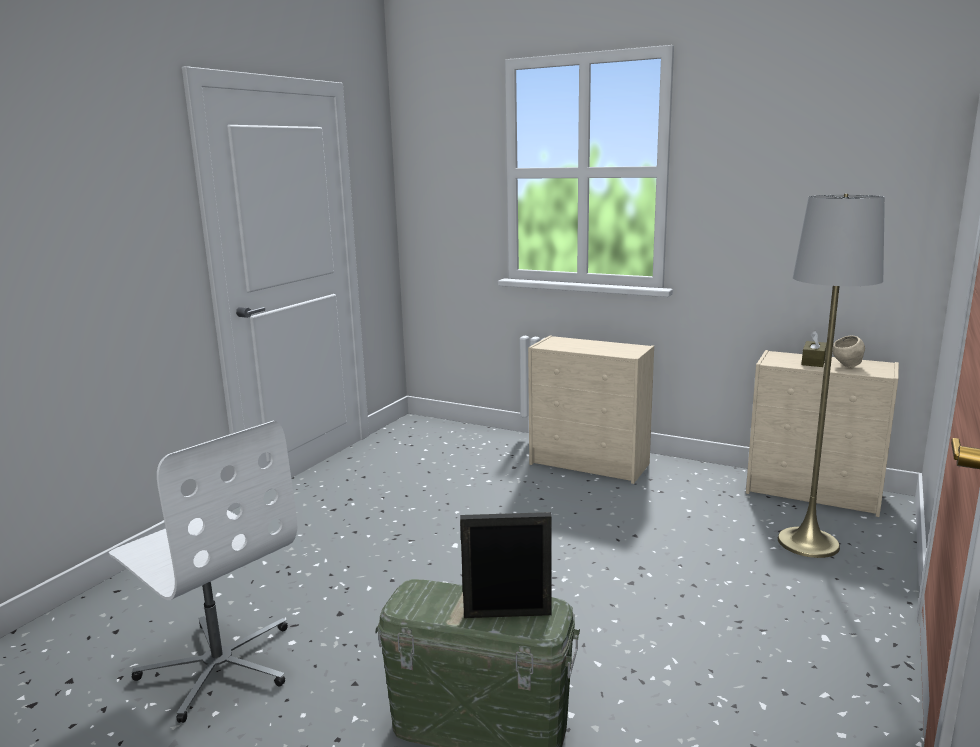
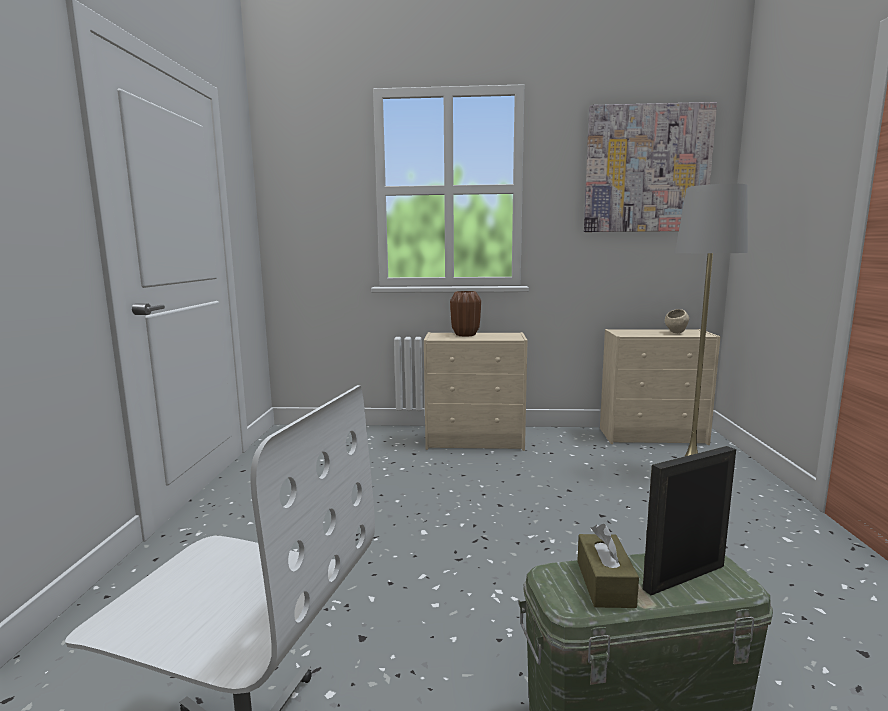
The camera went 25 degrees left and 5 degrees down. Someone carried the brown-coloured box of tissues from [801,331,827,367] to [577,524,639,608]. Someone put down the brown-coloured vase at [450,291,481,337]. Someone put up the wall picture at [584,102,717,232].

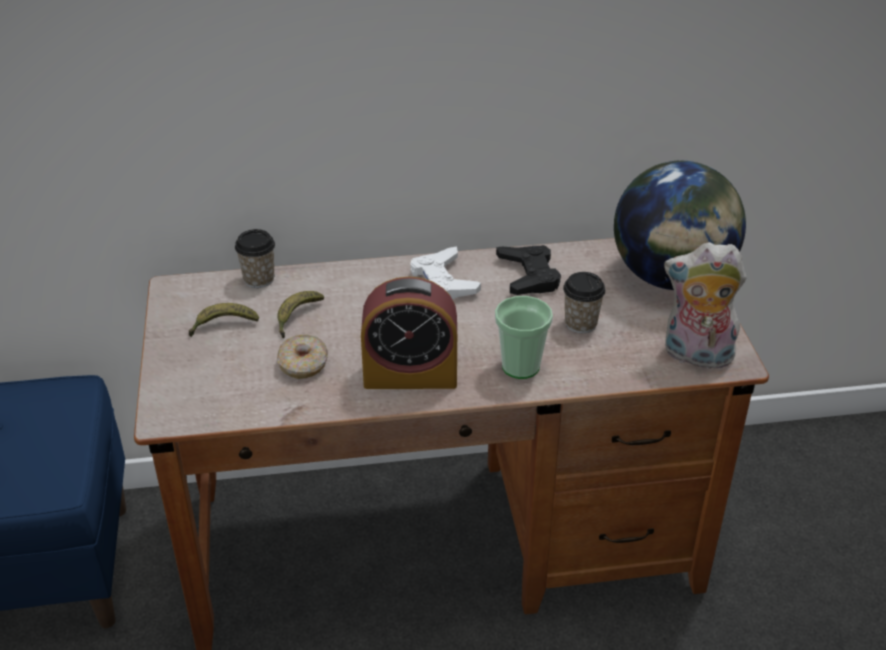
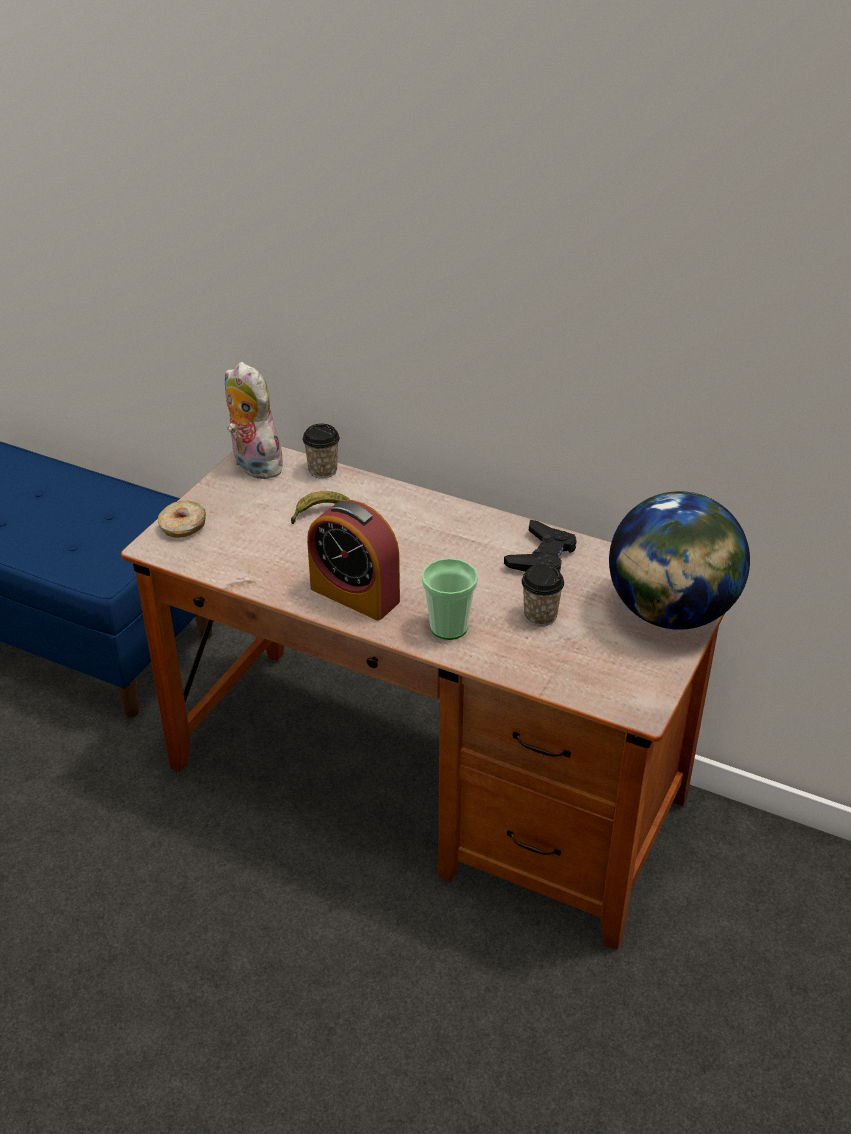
The camera went 35 degrees right and 0 degrees up. Someone took away the whole banana at [189,303,259,337]. Someone carried the ring doughnut from [277,335,328,379] to [158,500,206,538]. Someone took away the white game controller at [410,246,481,299]. Someone carried the plush toy from [664,242,746,373] to [225,362,288,479].

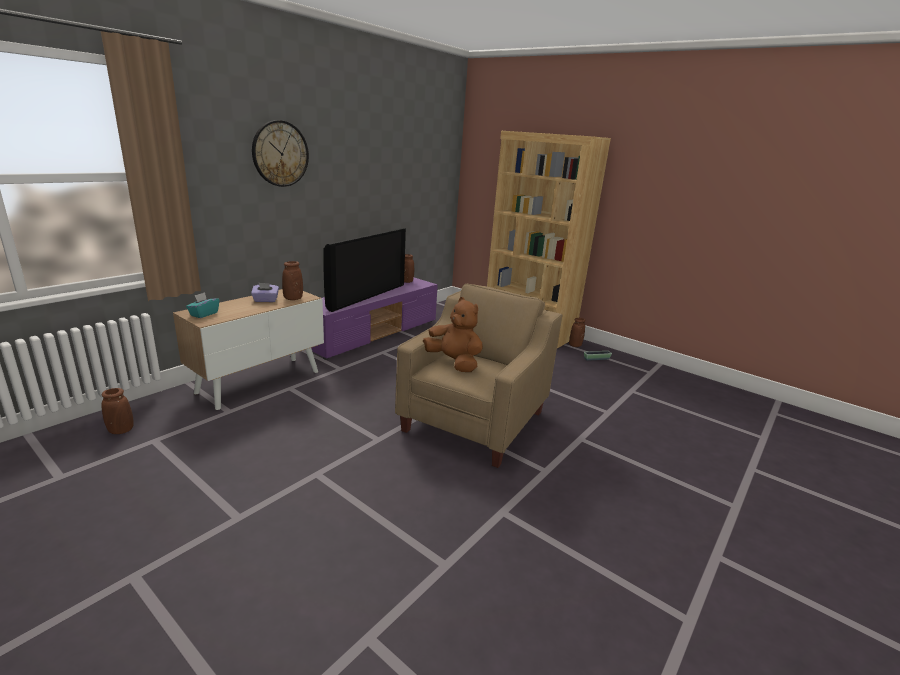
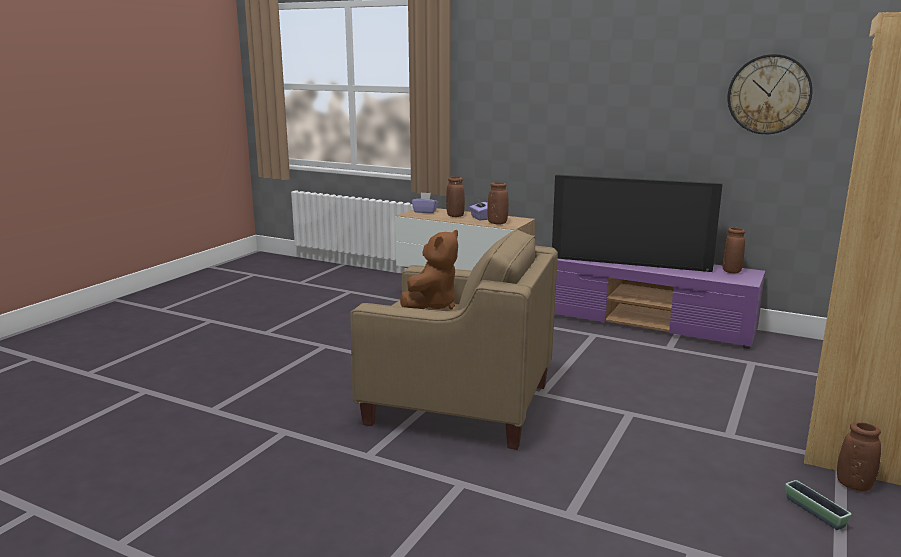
The camera went 80 degrees right and 5 degrees down. Someone carried the brown-coloured vase from [102,388,133,434] to [446,176,465,217]. Someone repainted the turquoise box of tissues at [186,292,219,318], which became the purple box of tissues at [412,193,438,213]. Someone carried the hanging clock from [252,120,309,187] to [728,54,813,134].

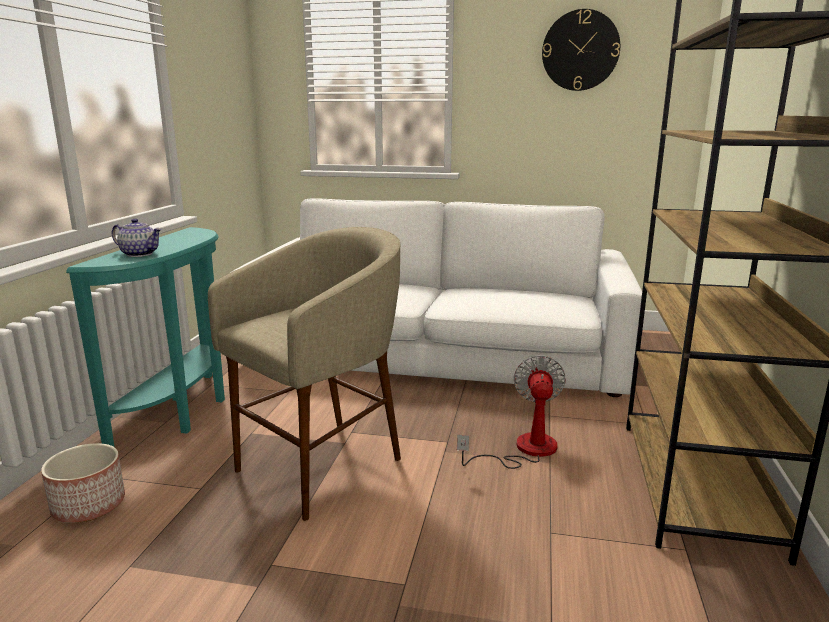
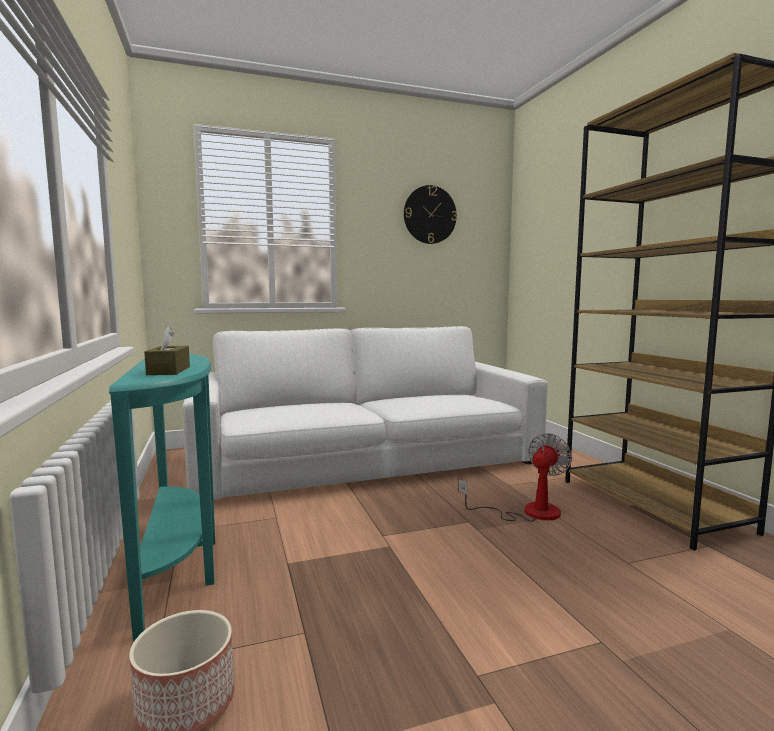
The camera went 30 degrees left and 10 degrees down. Someone swapped the teapot at [112,218,162,257] for the brown-coloured box of tissues at [144,326,190,375]. Someone took away the beige-coloured sitting stool at [208,227,401,521]. Someone rotated the electric fan at [457,355,566,469] by 60 degrees clockwise.

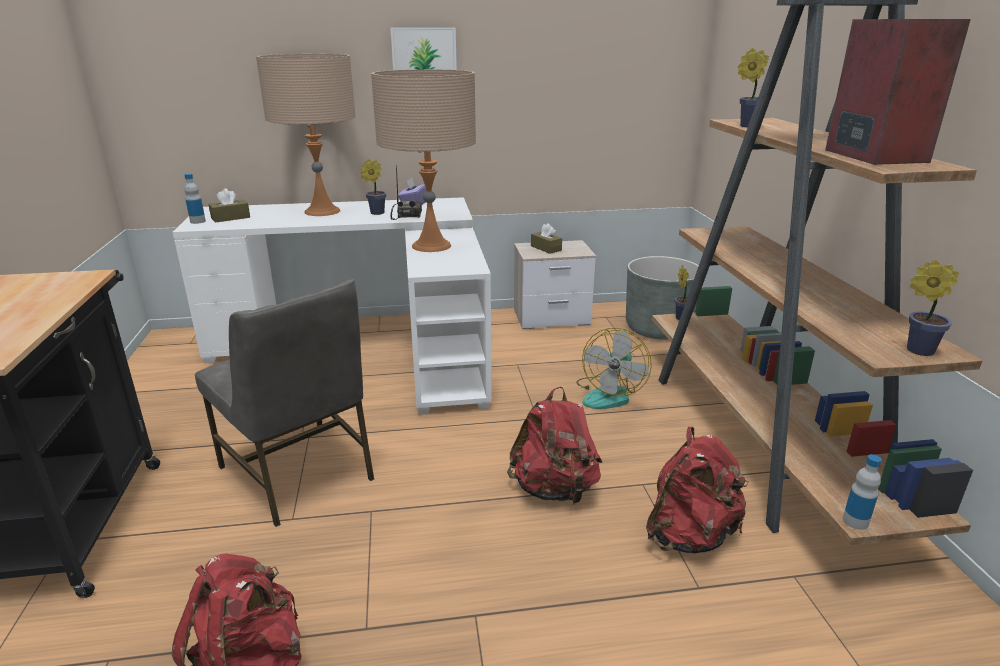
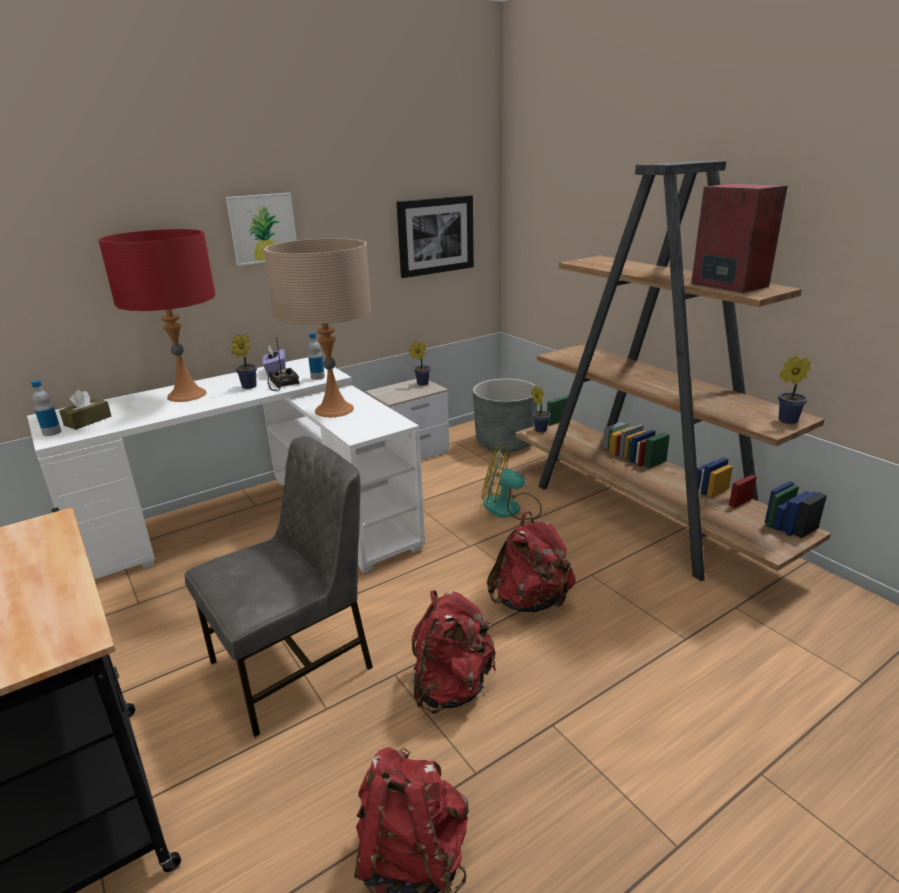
The camera went 25 degrees left and 0 degrees up. Someone rotated the greyish plain chair at [195,279,374,527] by 60 degrees counterclockwise. Someone repainted the beige-coloured lamp for a table at [256,54,355,216], which became the reddish lamp for a table at [98,229,215,402]. Someone took away the brown-coloured box of tissues at [531,223,562,254]. Someone rotated the electric fan at [577,328,652,409] by 105 degrees clockwise. Someone carried the reddish backpack from [646,427,749,553] to [412,590,496,714]. Someone carried the houseplant from [738,48,769,128] to [409,341,431,386]. Someone carried the beverage bottle from [843,454,882,530] to [308,332,325,380]. Someone put up the wall picture at [397,195,474,278].

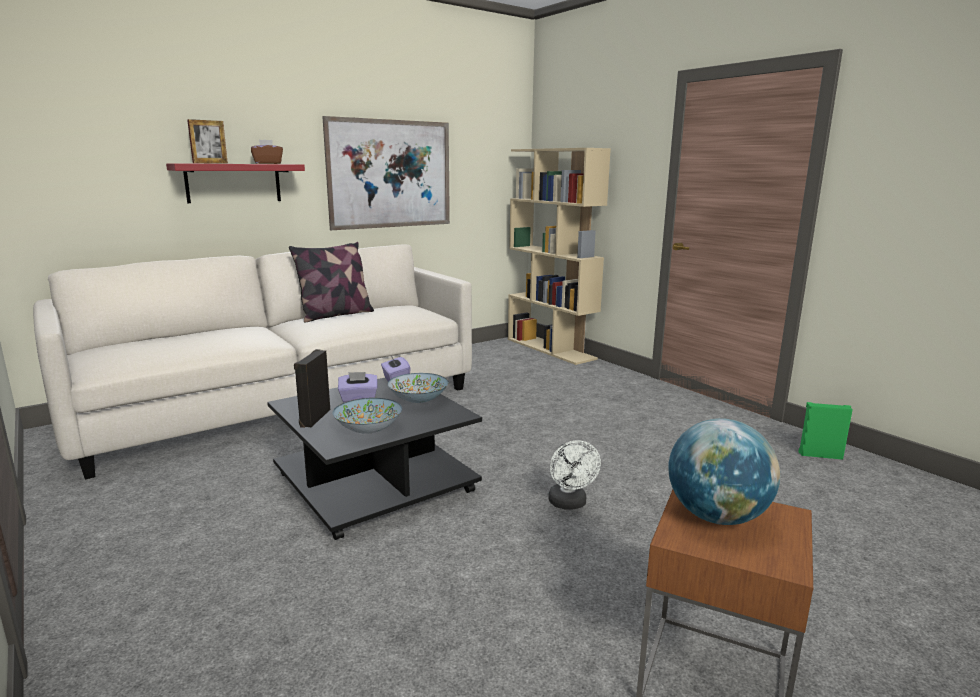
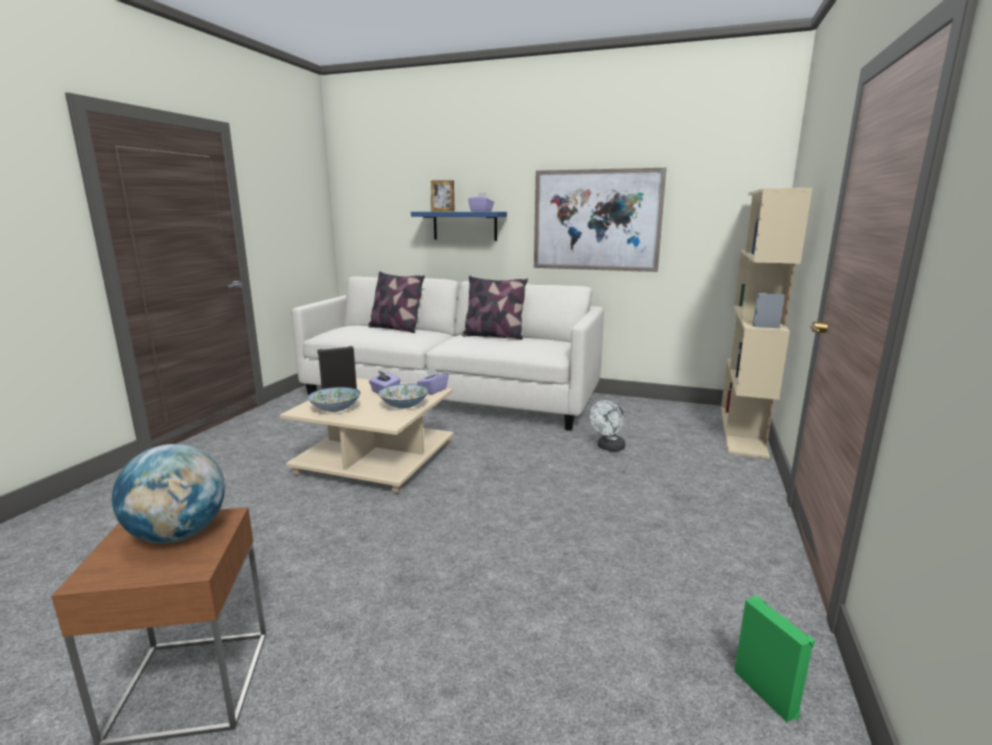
The camera went 55 degrees right and 0 degrees up. Someone repainted the reddish shelf at [166,163,305,203], which became the bluish shelf at [411,212,507,241]. Someone repainted the brown-coloured box of tissues at [251,140,283,164], which became the purple box of tissues at [468,193,494,212]. Someone repainted the blackish coffee table at [267,378,482,540], which became the beige-coloured coffee table at [280,378,454,493]. Someone carried the white electric fan from [548,440,601,510] to [590,400,625,451]. Someone put down the throw pillow at [368,271,425,333].

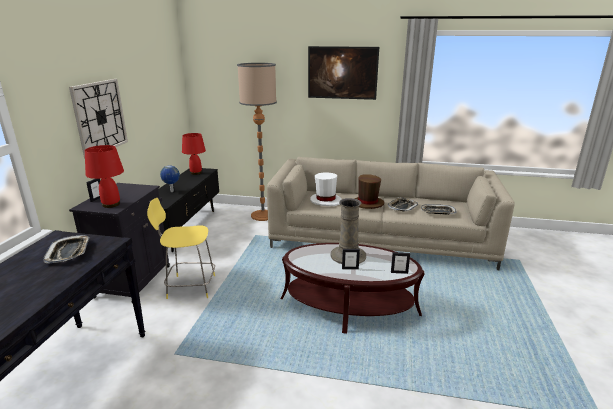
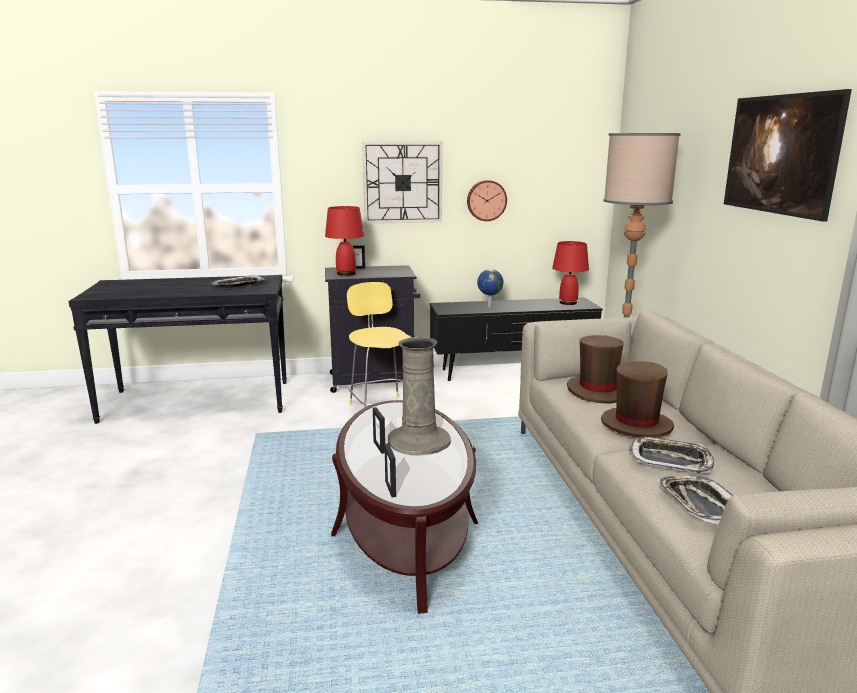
The camera went 70 degrees right and 5 degrees down. Someone repainted the white clothing hat at [310,173,342,206], which became the brown-coloured clothing hat at [567,335,624,404]. Someone put up the hanging clock at [467,180,507,221].

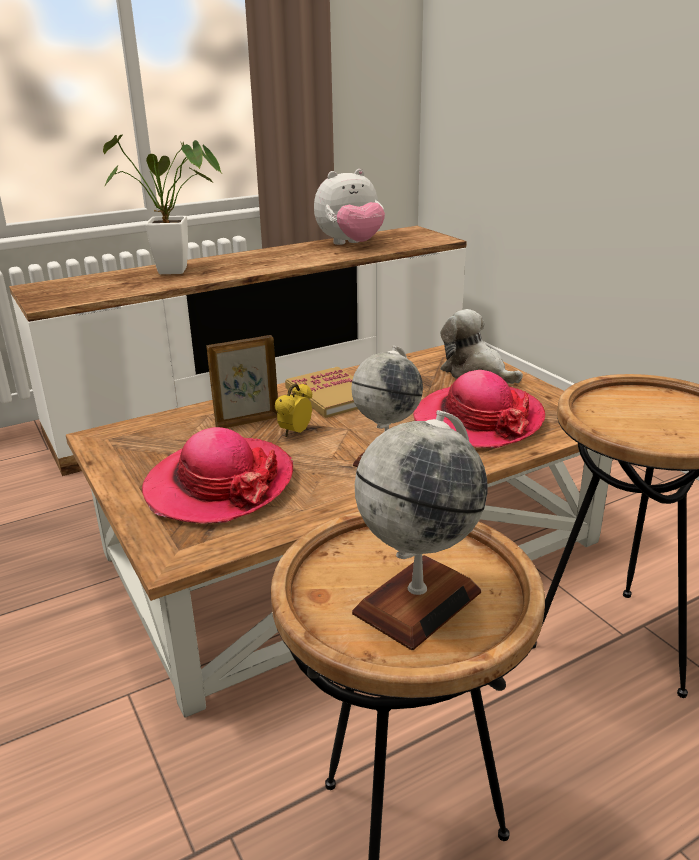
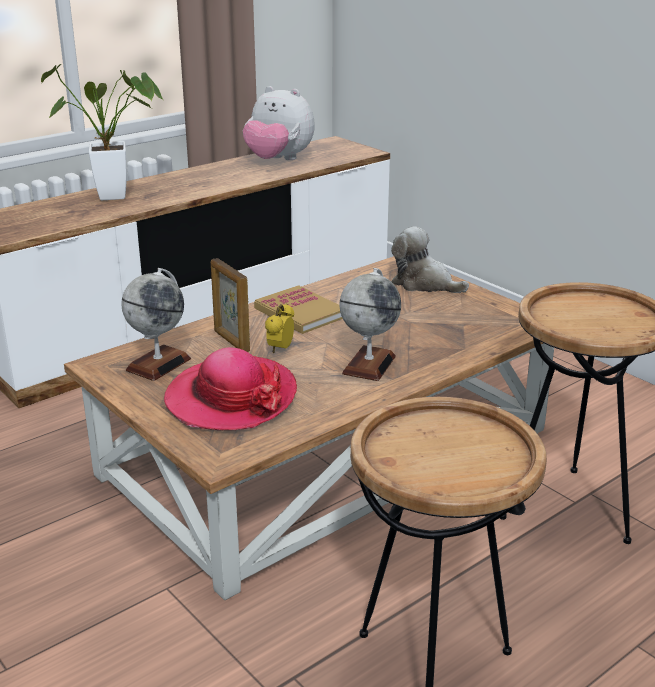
The camera went 10 degrees left and 0 degrees up. Someone rotated the photo frame at [206,335,278,428] by 90 degrees counterclockwise. Someone rotated the plush toy at [314,169,385,245] by 60 degrees clockwise. Someone carried the desk globe from [352,410,488,650] to [121,268,191,381]. Someone took away the clothing hat at [413,370,545,448].

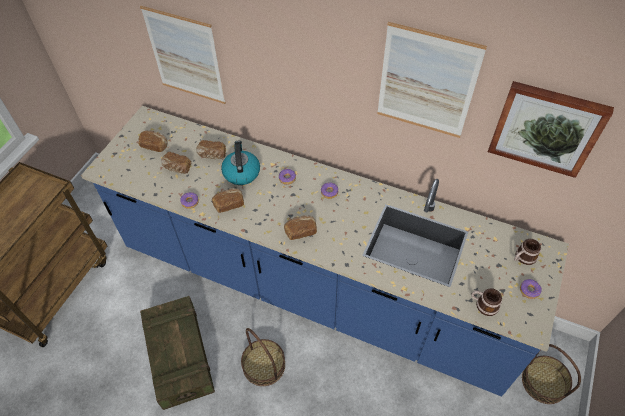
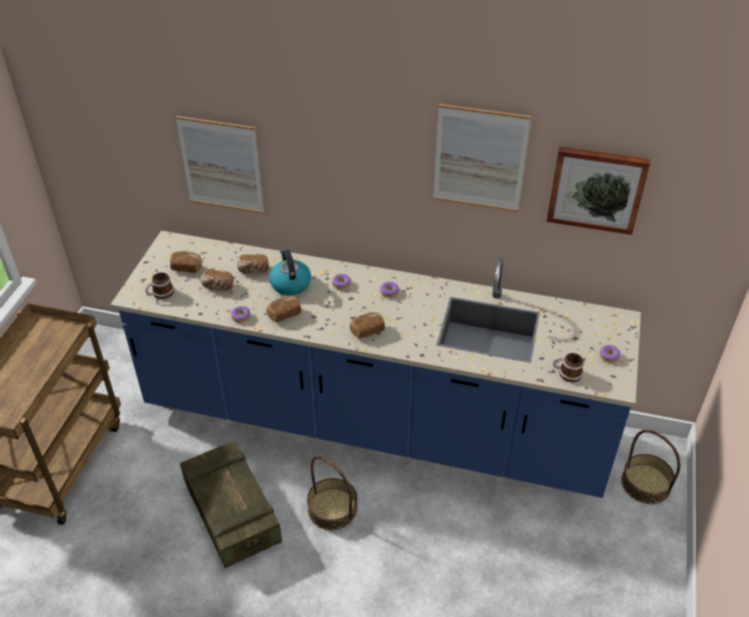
The camera went 10 degrees left and 10 degrees down. Someone carried the mug from [514,239,541,265] to [145,272,174,299].

